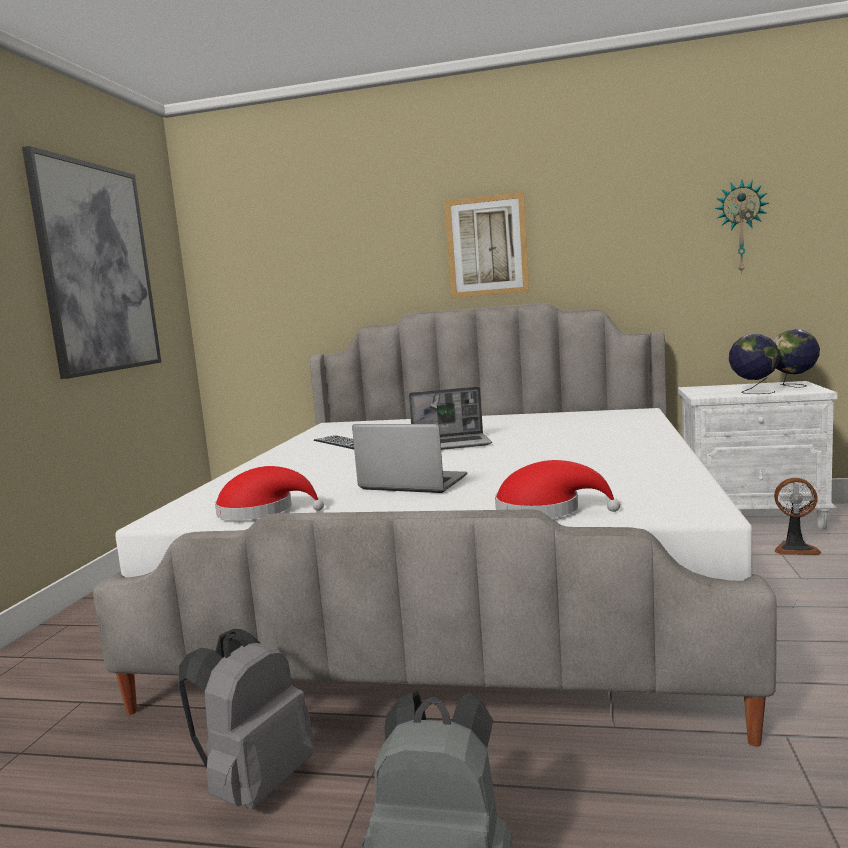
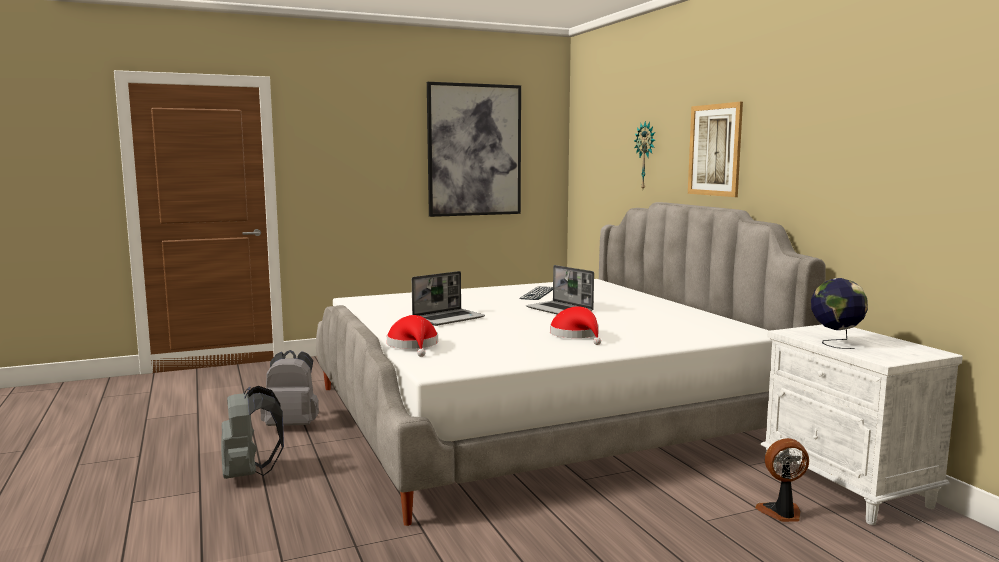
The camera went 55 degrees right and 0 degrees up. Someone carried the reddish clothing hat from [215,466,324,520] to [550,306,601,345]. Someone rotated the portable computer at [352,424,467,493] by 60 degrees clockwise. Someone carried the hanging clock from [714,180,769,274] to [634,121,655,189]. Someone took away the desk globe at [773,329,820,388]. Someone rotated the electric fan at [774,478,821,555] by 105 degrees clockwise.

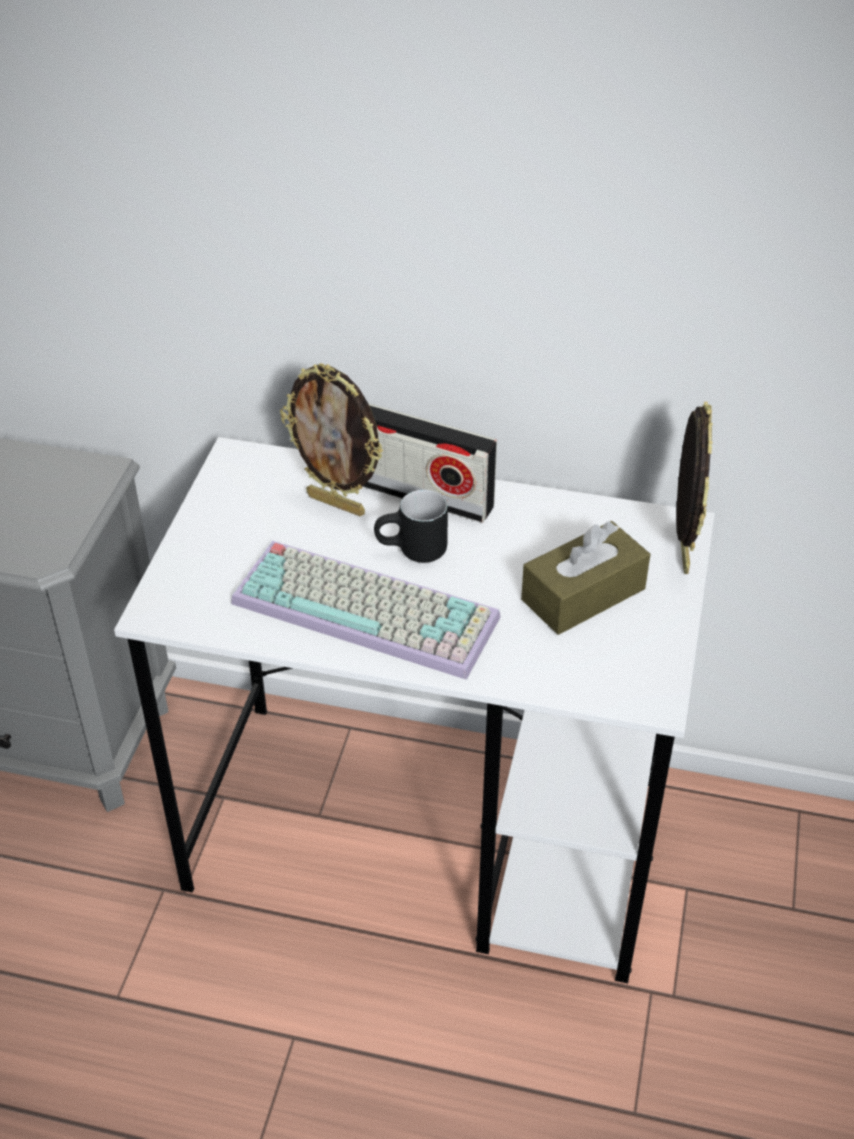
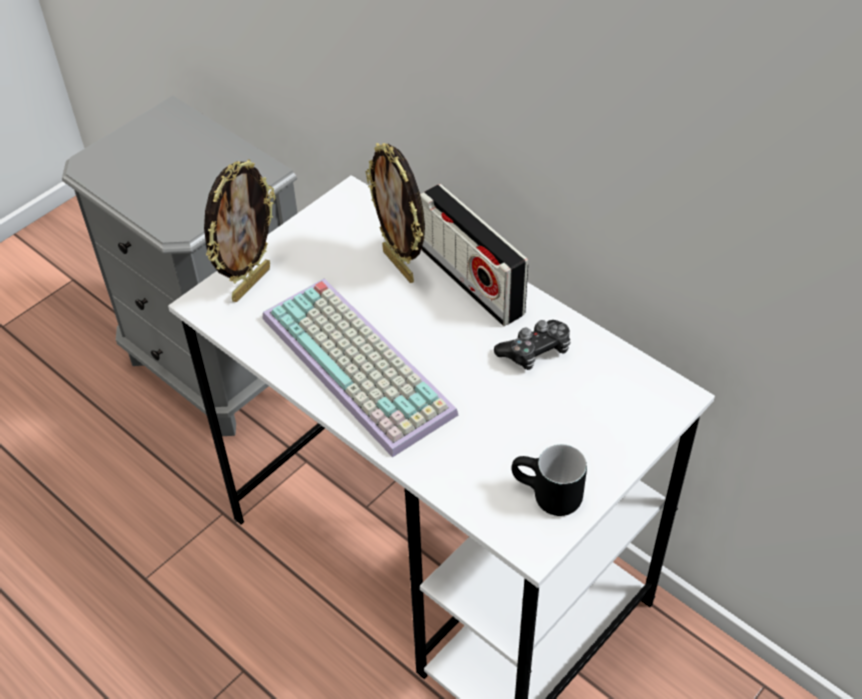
The camera went 30 degrees right and 5 degrees up. Someone carried the blackish mug from [374,490,448,563] to [511,444,587,516]. Someone took away the brown-coloured box of tissues at [521,521,650,635]. Someone carried the photo frame from [676,402,713,574] to [204,159,276,302]. Someone put down the game controller at [494,320,570,370].

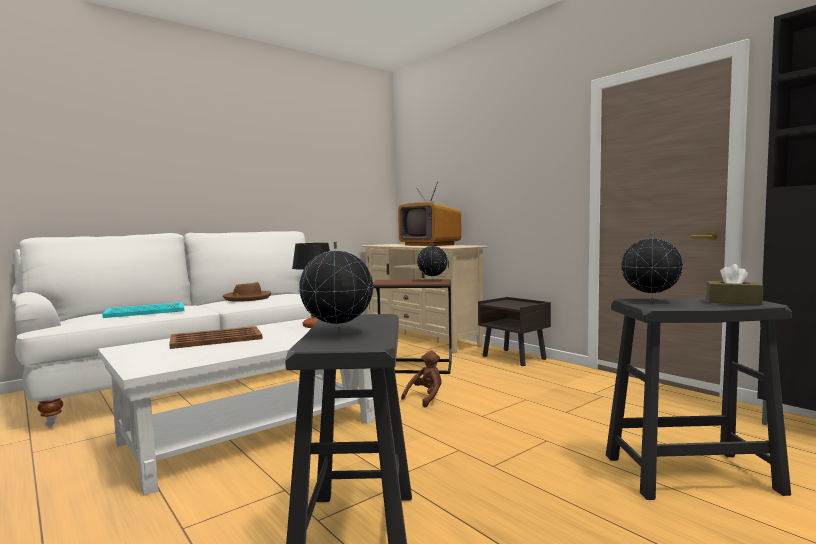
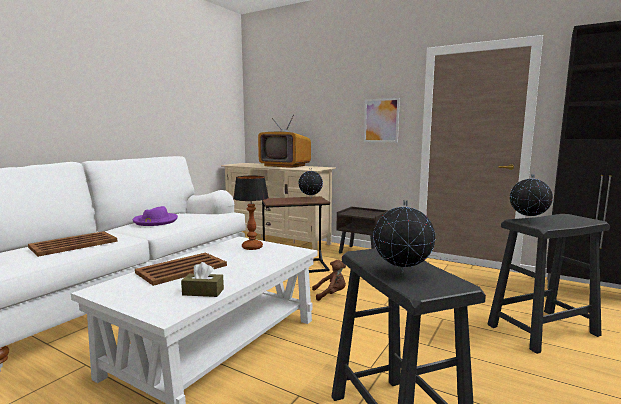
The camera went 20 degrees left and 5 degrees up. Someone repainted the turquoise serving tray at [102,302,184,318], which became the brown-coloured serving tray at [28,231,118,257]. Someone repainted the brown-coloured clothing hat at [223,282,271,302], which became the purple clothing hat at [133,206,178,226]. Someone rotated the brown-coloured plush toy at [401,351,442,407] by 60 degrees clockwise. Someone carried the brown-coloured box of tissues from [706,264,763,305] to [181,262,224,297]. Someone put up the wall picture at [364,98,400,142].

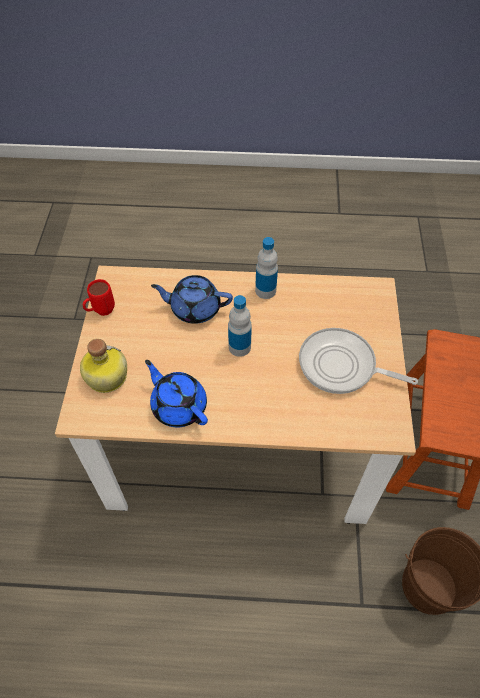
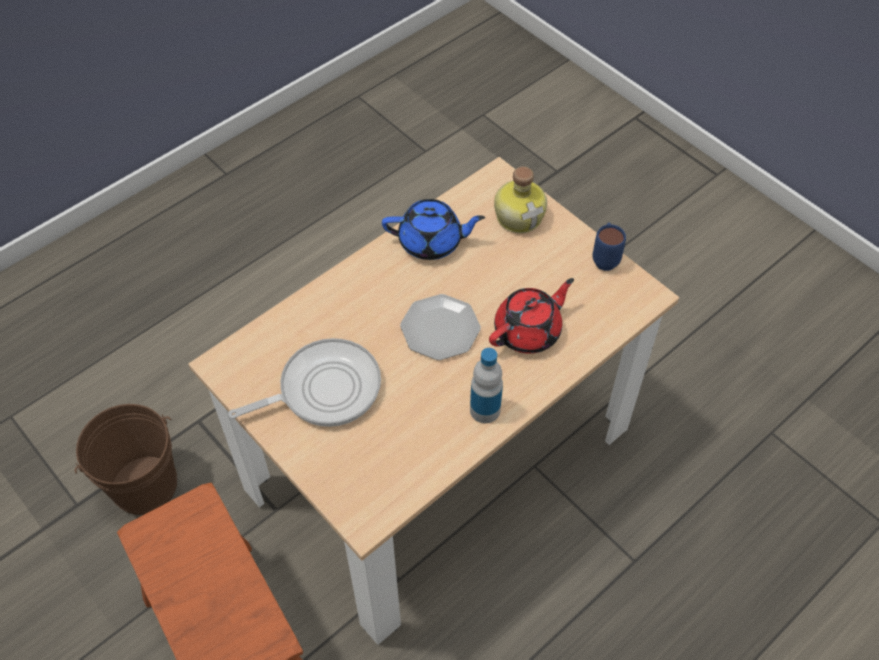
The camera went 135 degrees right and 0 degrees up. Someone repainted the reddish mug at [83,279,115,316], which became the bluish mug at [592,223,626,271]. Someone repainted the bluish teapot at [151,275,233,324], which became the reddish teapot at [489,278,574,354]. Someone swapped the beverage bottle at [228,295,252,357] for the flat dish at [400,294,481,360].

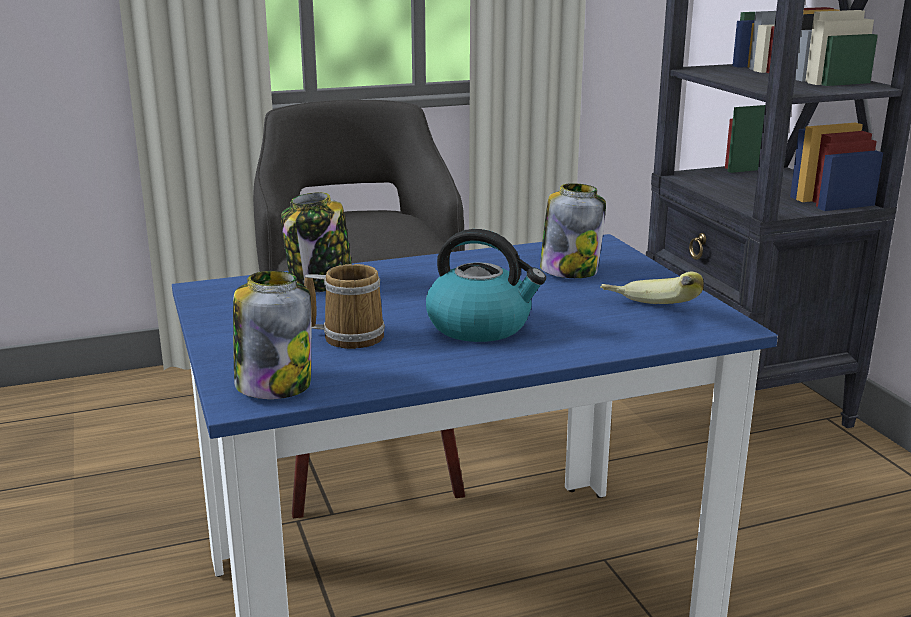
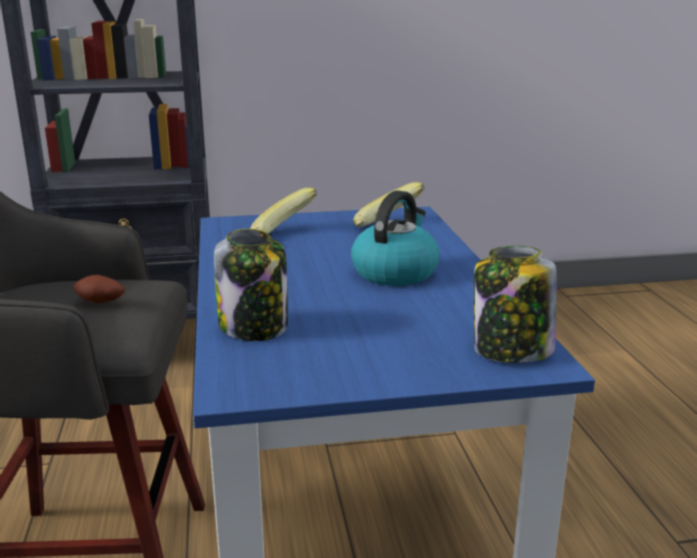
The camera went 80 degrees left and 0 degrees up. Someone took away the mug at [304,264,385,349]. Someone swapped the preserve jar at [540,183,606,278] for the whole banana at [250,188,317,234]. Someone put down the whole potato at [73,275,125,303].

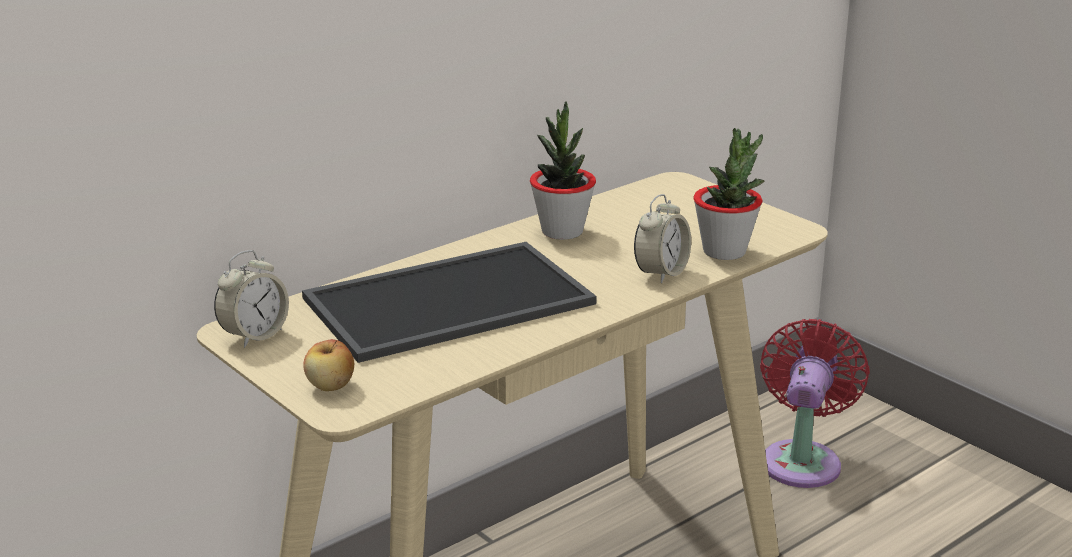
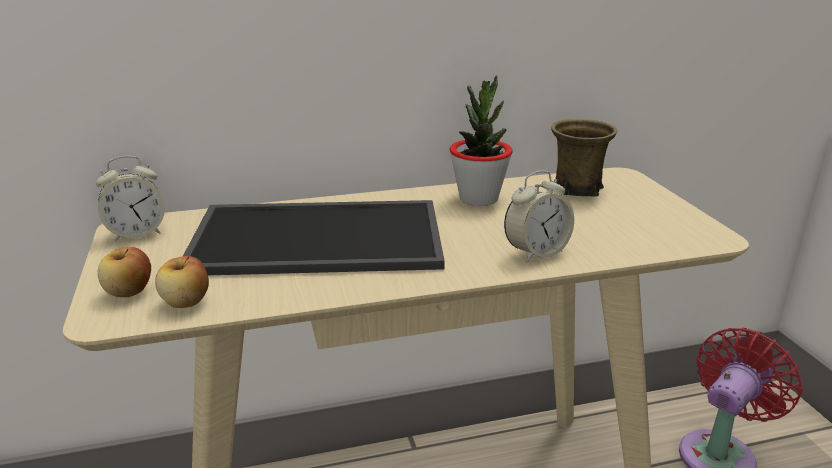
The camera went 25 degrees right and 0 degrees up. Someone took away the houseplant at [693,128,765,260]. Someone put down the apple at [155,256,209,308]. Someone put down the brown-coloured mug at [551,119,617,197].

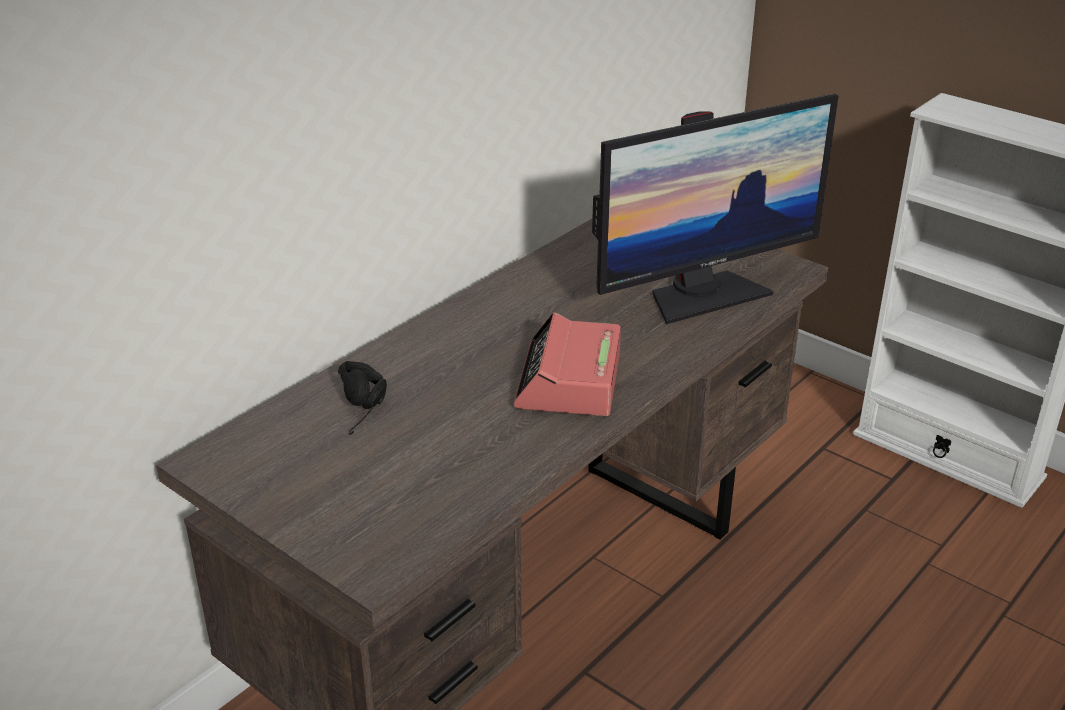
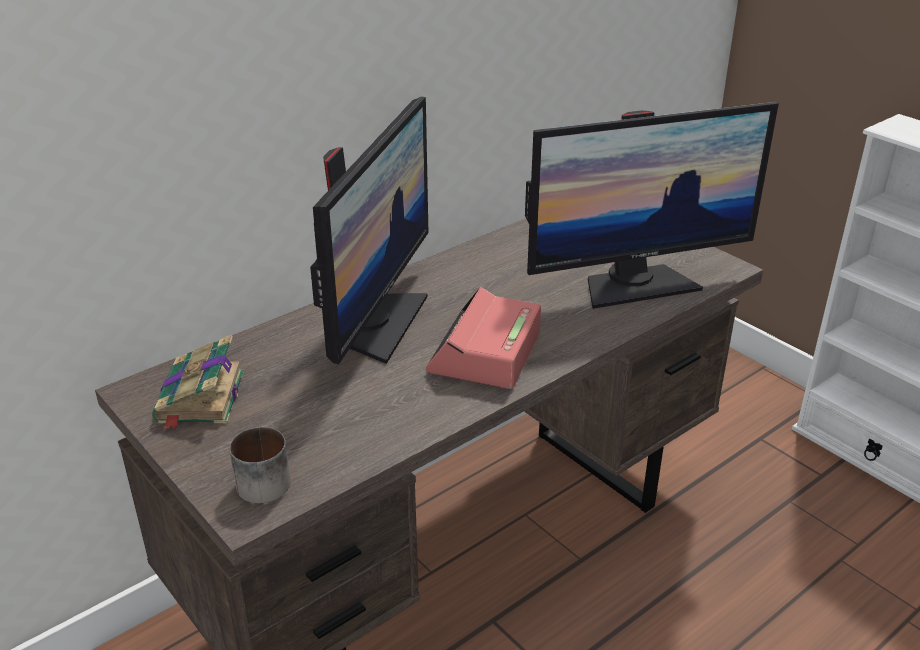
The camera went 10 degrees right and 0 degrees up. Someone took away the blackish headset at [338,361,387,435]. Someone put down the volume at [152,335,244,431]. Someone put down the mug at [230,427,291,503]. Someone put down the monitor at [310,97,428,364].

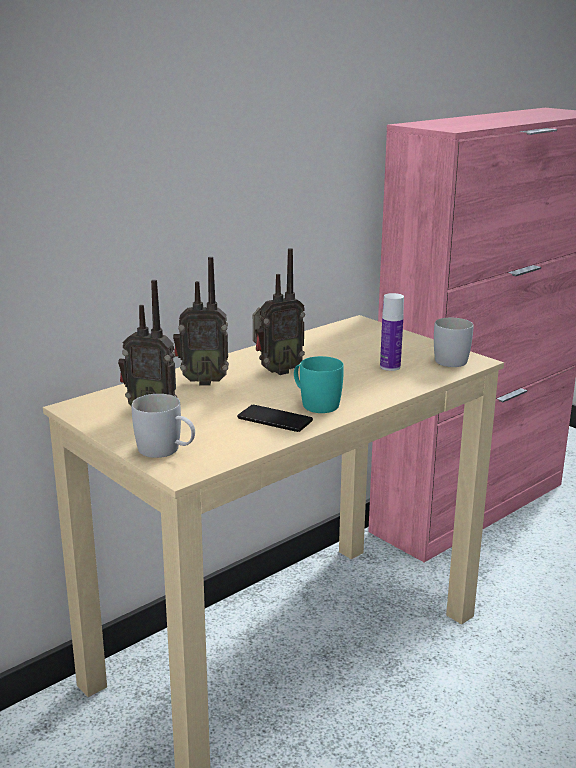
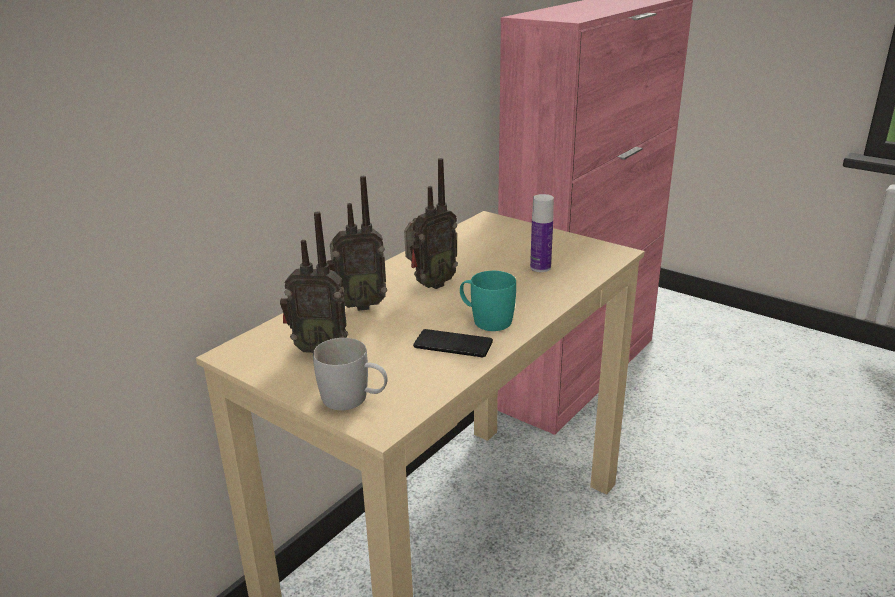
The camera went 10 degrees left and 5 degrees up. Someone took away the white mug at [434,318,473,367].

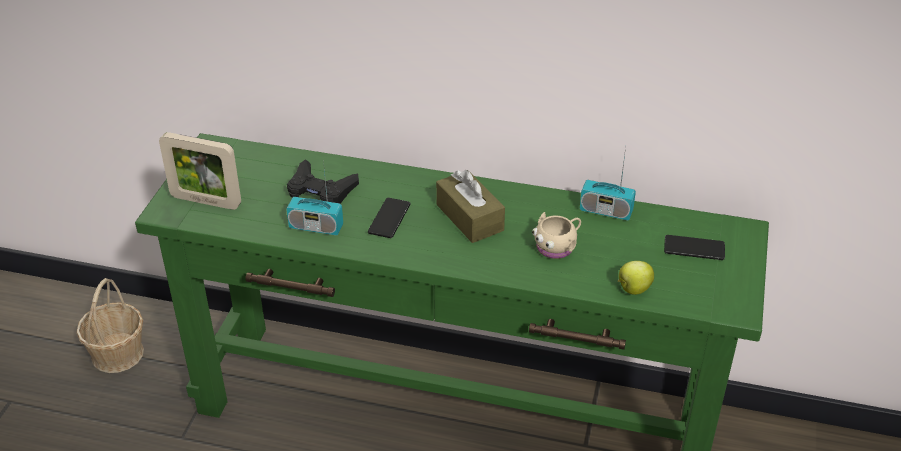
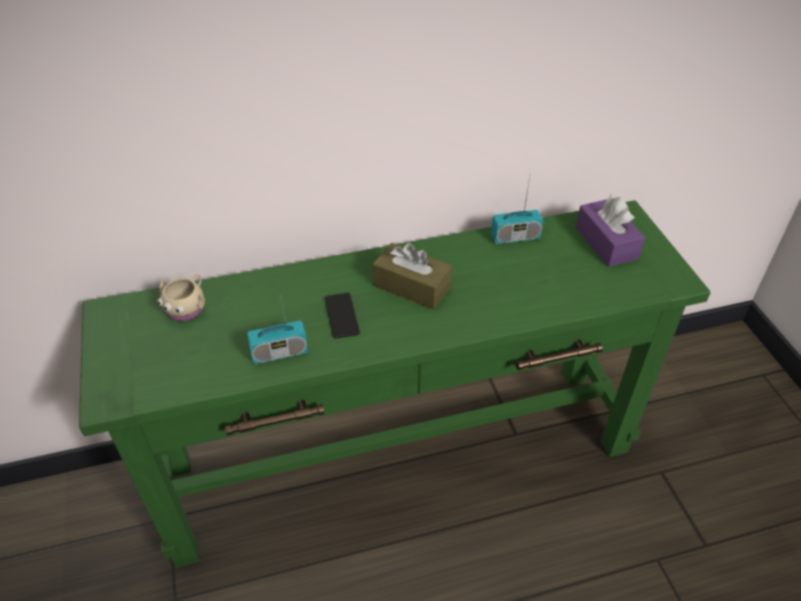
The camera went 30 degrees left and 5 degrees up. Someone took away the basket at [77,278,144,373]. Someone took away the photo frame at [159,132,241,210]. Someone took away the blackish game controller at [287,159,359,203]. Someone carried the beige-coloured mug from [532,212,581,259] to [157,274,205,321]. Someone took away the apple at [618,261,654,295]. Someone swapped the telephone at [664,235,725,260] for the purple box of tissues at [576,195,645,267].

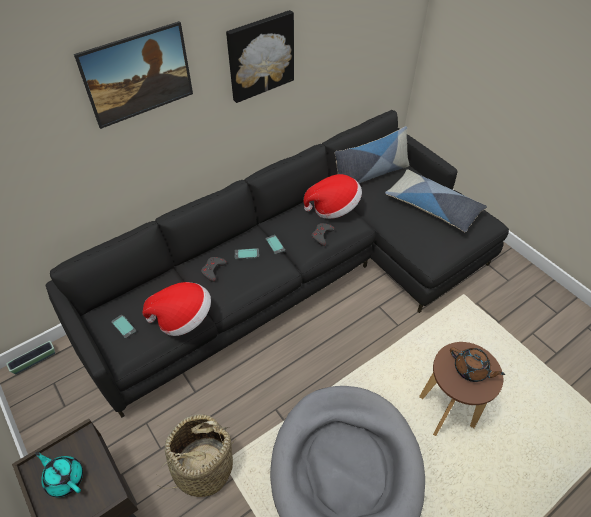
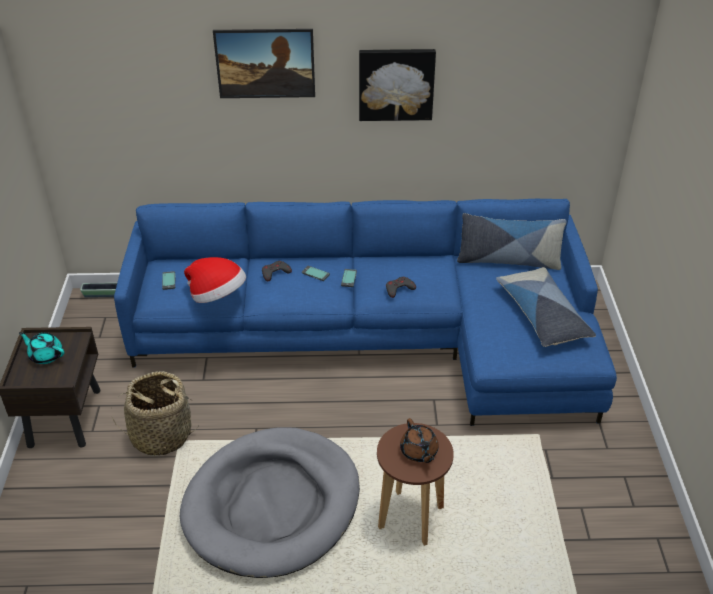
The camera went 35 degrees right and 10 degrees down. Someone rotated the turquoise teapot at [35,452,83,497] by 45 degrees counterclockwise. Someone repainted the blackish sofa at [46,110,509,418], which became the bluish sofa at [114,199,617,426]. Someone took away the clothing hat at [304,174,362,219].

